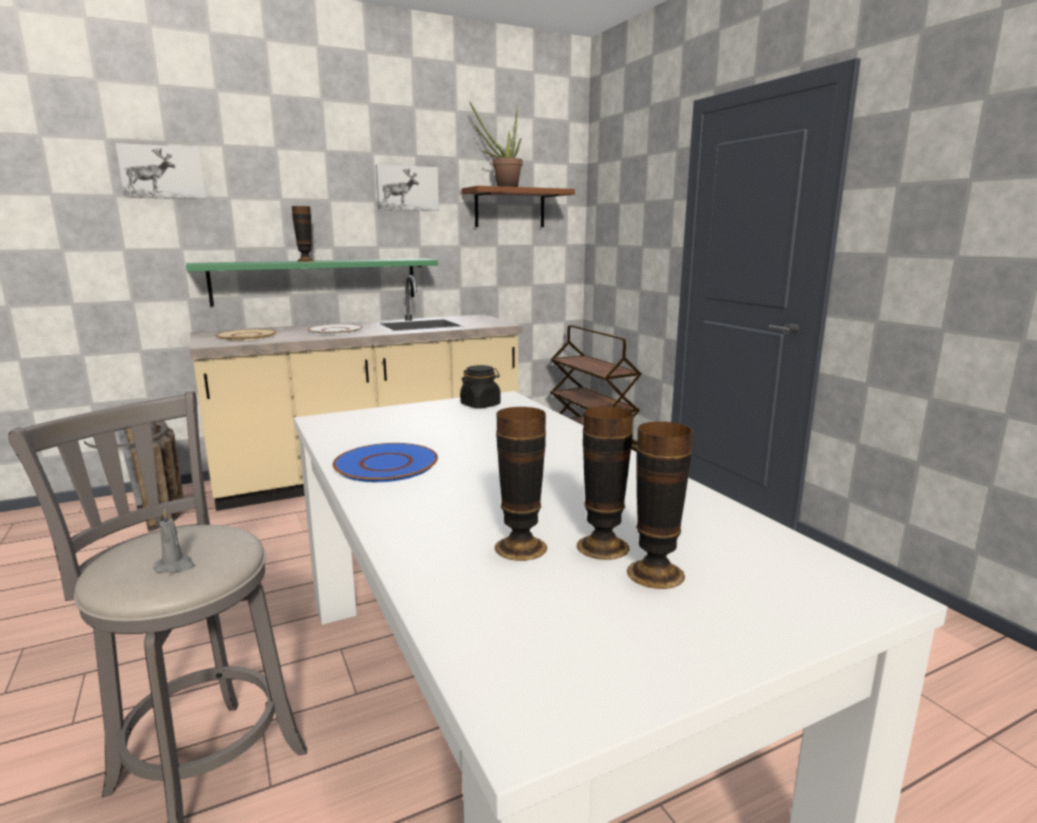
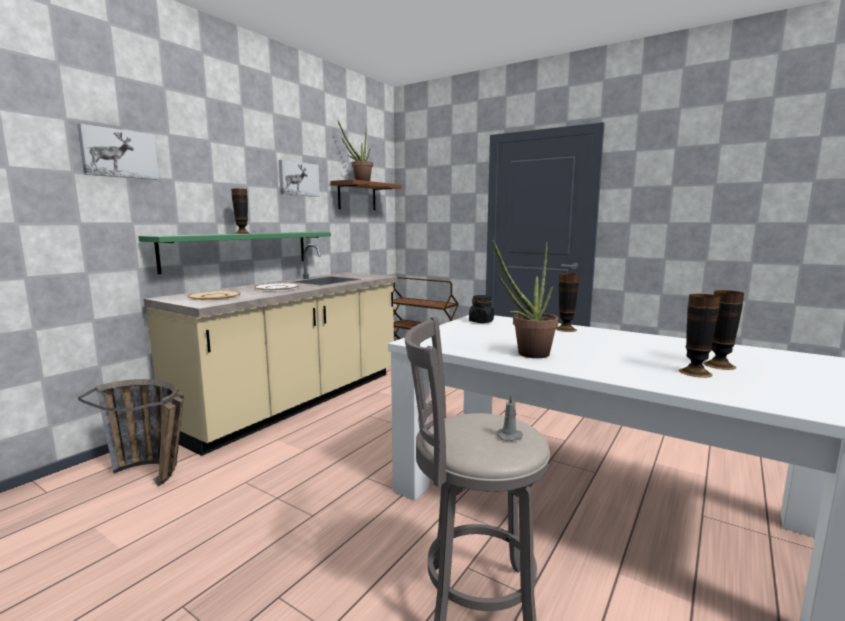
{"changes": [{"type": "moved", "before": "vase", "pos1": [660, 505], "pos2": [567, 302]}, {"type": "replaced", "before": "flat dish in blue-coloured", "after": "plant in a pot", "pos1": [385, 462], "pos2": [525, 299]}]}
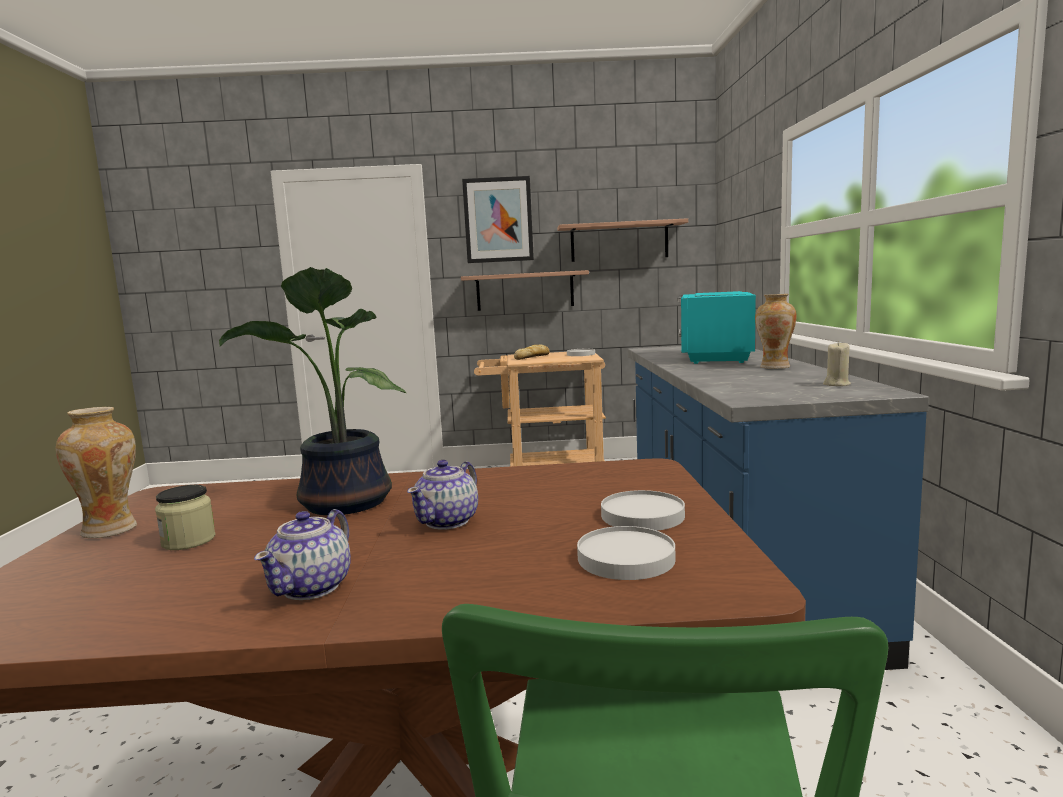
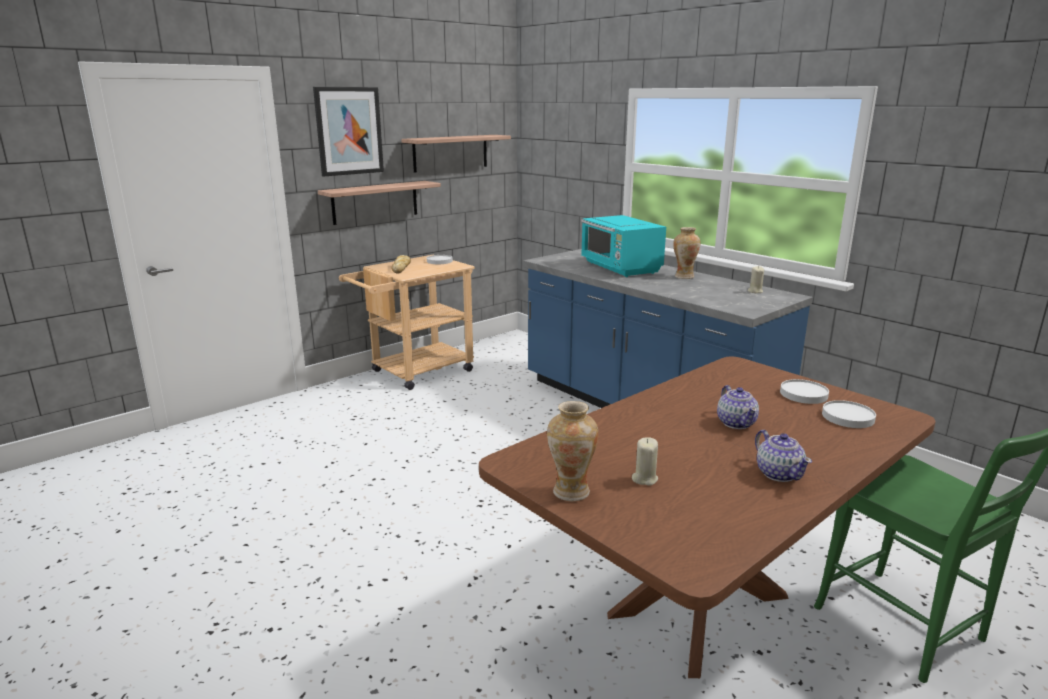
{"changes": [{"type": "removed", "before": "plant in a pot", "pos1": [312, 391]}, {"type": "replaced", "before": "storage jar", "after": "wax light in beige-coloured", "pos1": [185, 517], "pos2": [645, 461]}]}
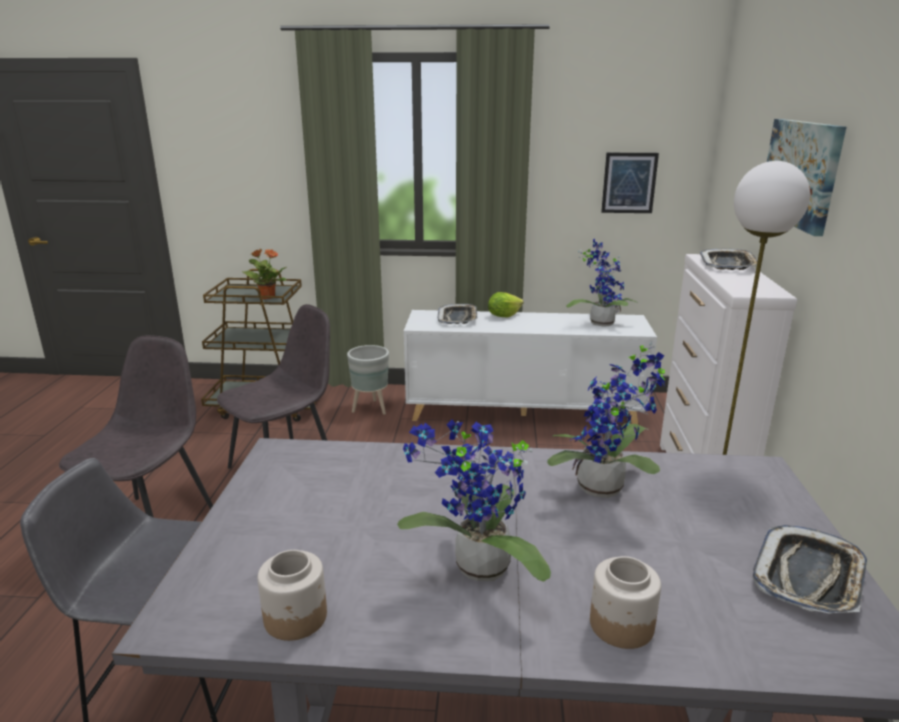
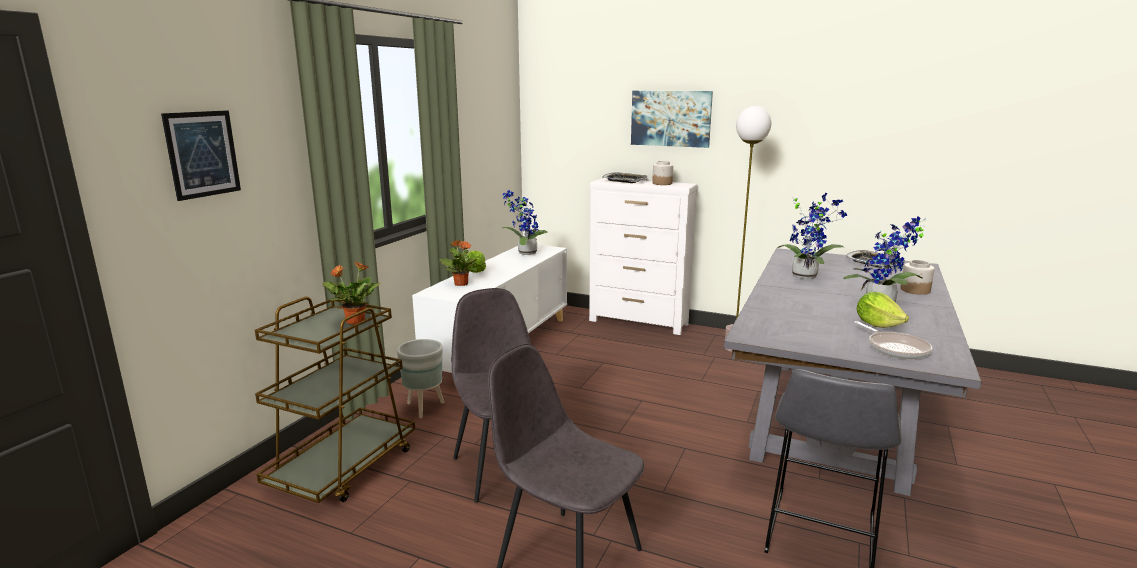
{"changes": [{"type": "added", "after": "skillet", "pos2": [893, 340]}, {"type": "added", "after": "head of lettuce", "pos2": [883, 310]}, {"type": "moved", "before": "storage jar", "pos1": [292, 595], "pos2": [662, 173]}, {"type": "moved", "before": "wall picture", "pos1": [630, 183], "pos2": [201, 155]}, {"type": "replaced", "before": "tray", "after": "plant in a pot", "pos1": [457, 314], "pos2": [458, 263]}]}
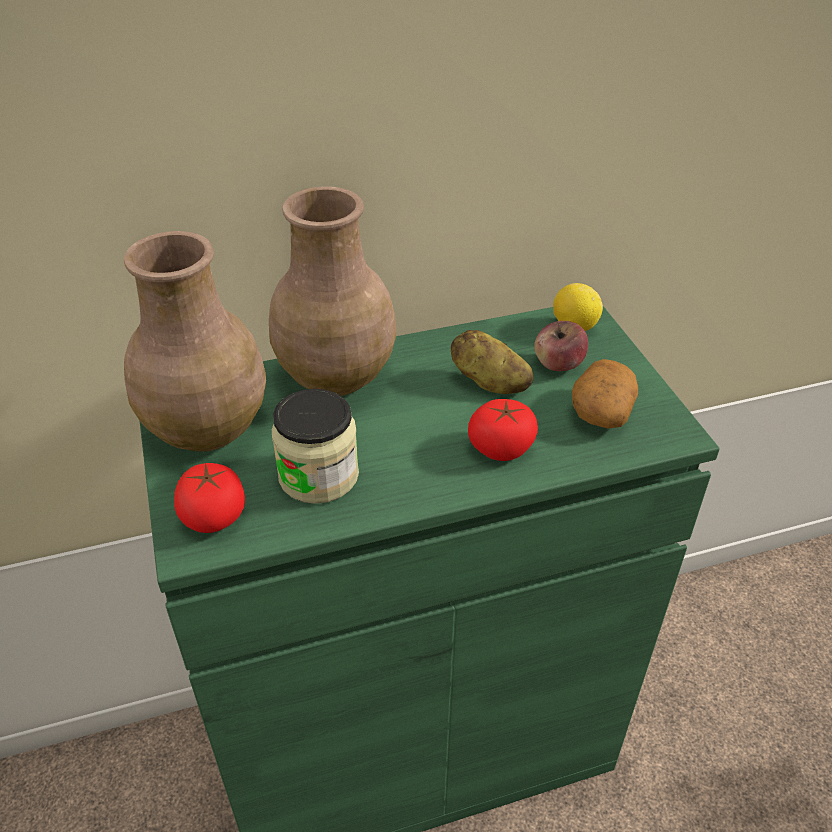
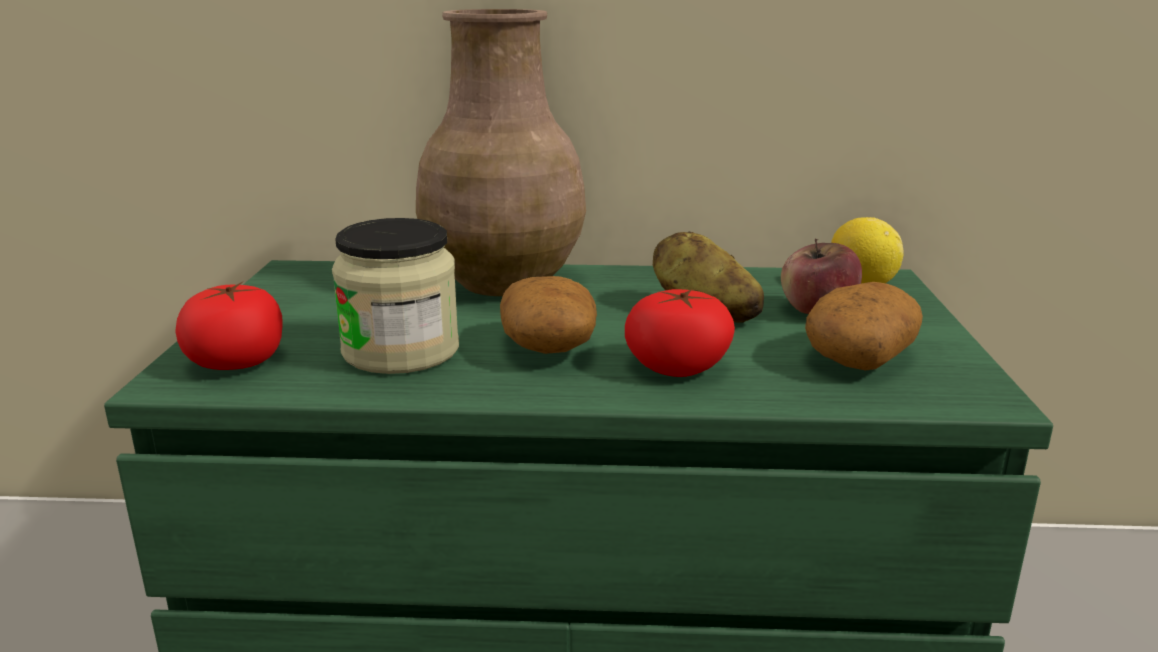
{"changes": [{"type": "removed", "before": "vase in brown-coloured", "pos1": [195, 341]}, {"type": "added", "after": "whole potato", "pos2": [548, 315]}]}
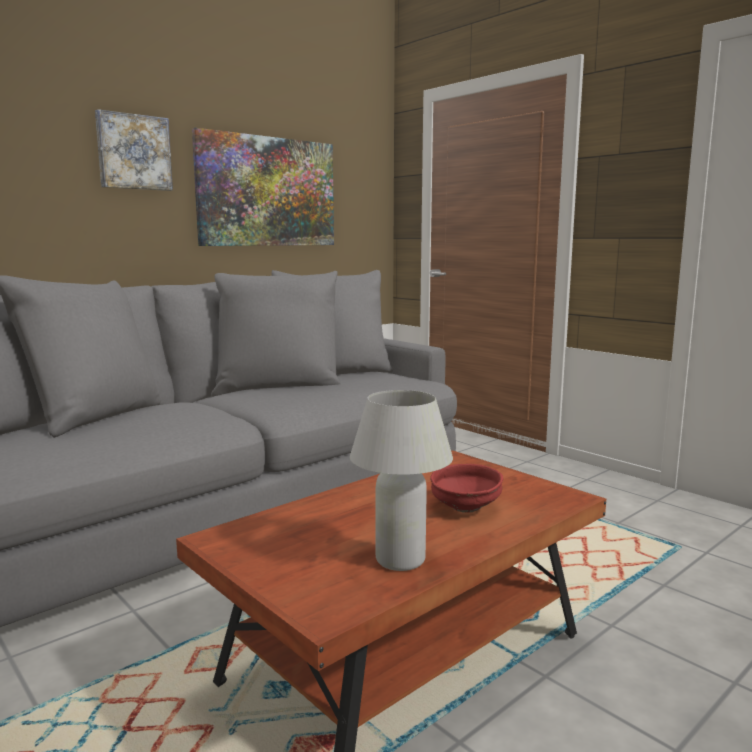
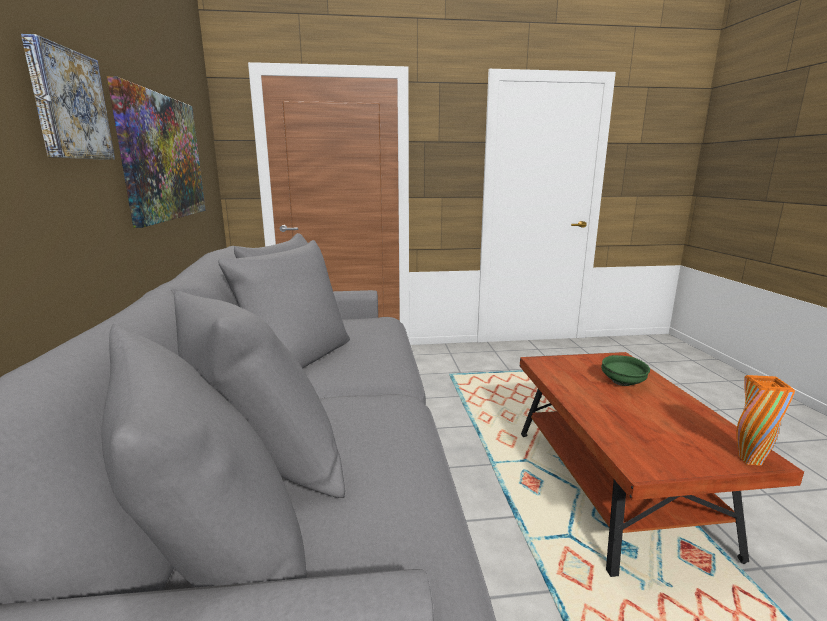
{"changes": [{"type": "removed", "before": "lamp for a table in whitish", "pos1": [401, 480]}, {"type": "added", "after": "vase in orange-coloured", "pos2": [765, 420]}, {"type": "recoloured", "before": "deep dish in red", "after": "deep dish in green", "pos1": [466, 488], "pos2": [625, 370]}]}
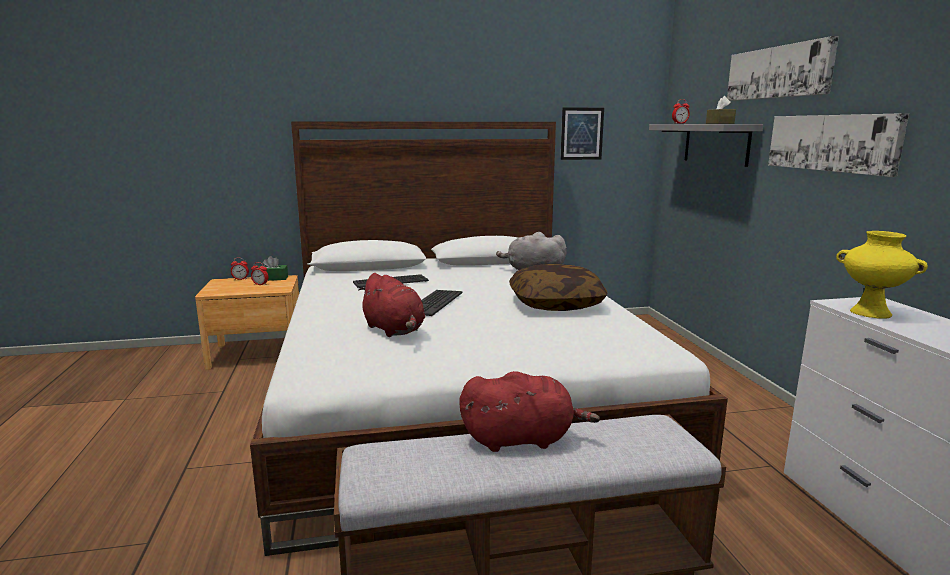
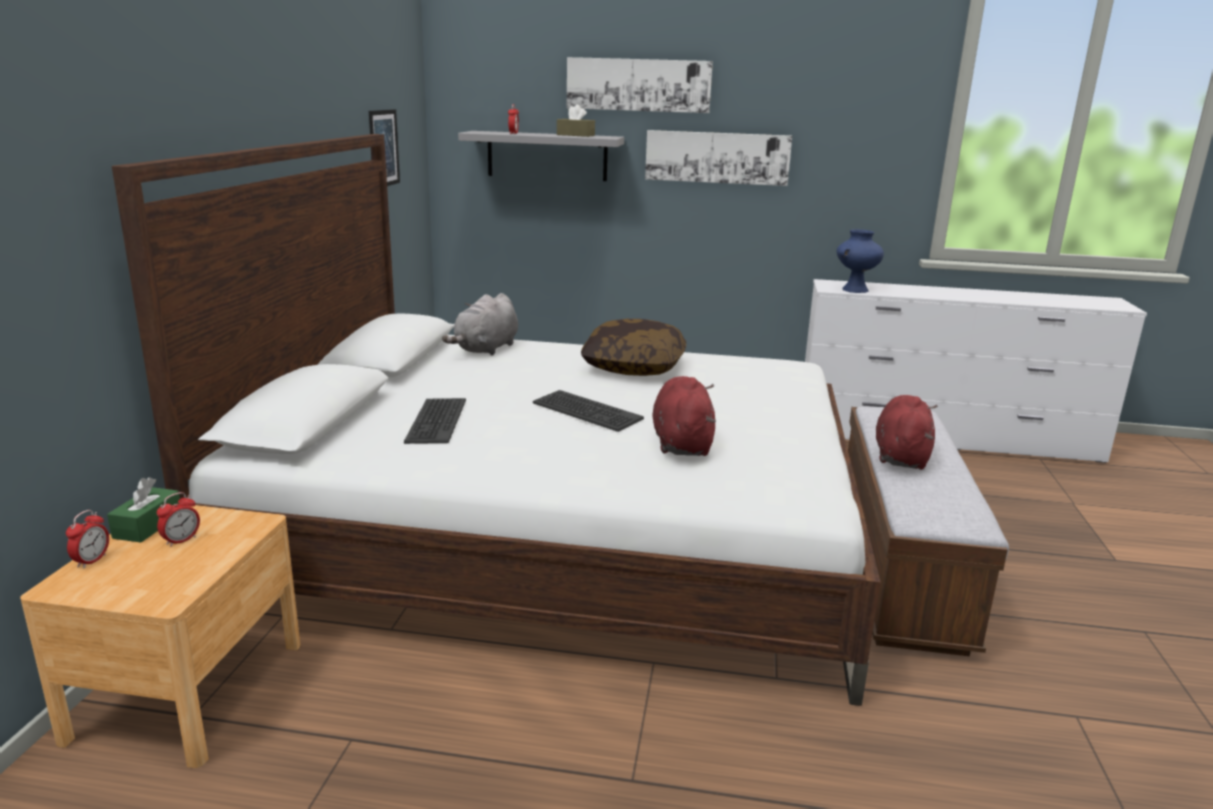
{"changes": [{"type": "recoloured", "before": "vase in yellow", "after": "vase in blue-coloured", "pos1": [882, 275], "pos2": [860, 261]}, {"type": "turned", "before": "plush toy in red", "pos1": [391, 305], "pos2": [684, 416], "turn": -75}]}
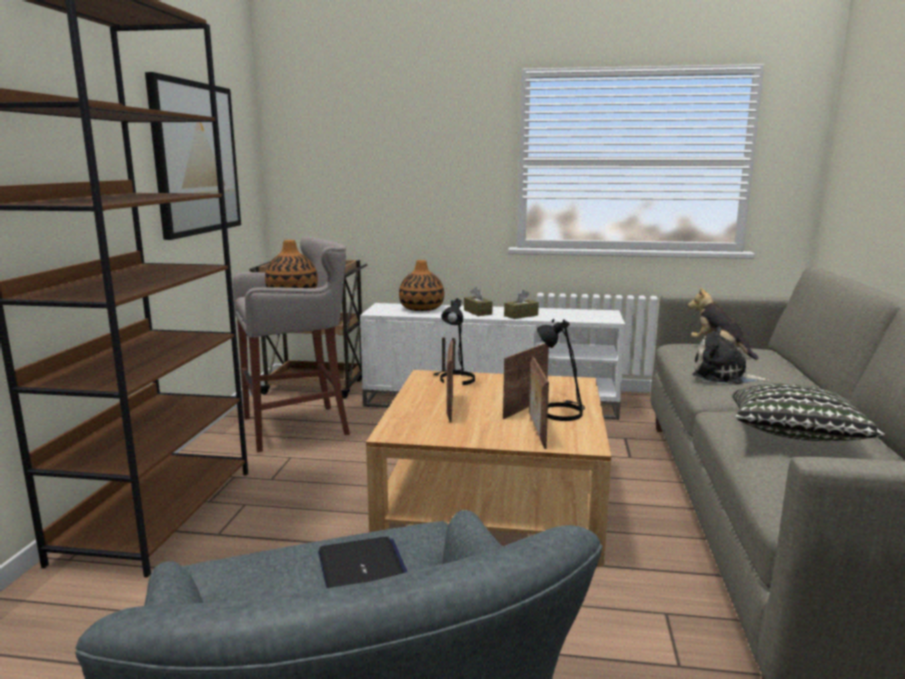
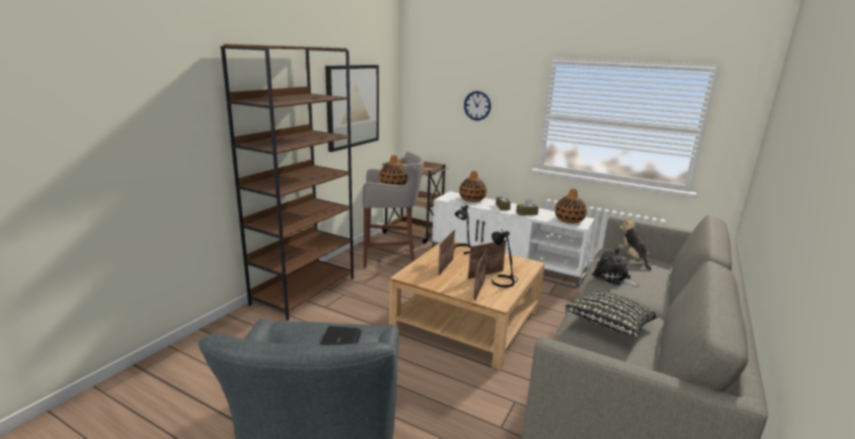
{"changes": [{"type": "added", "after": "wall clock", "pos2": [477, 106]}, {"type": "added", "after": "vase", "pos2": [571, 206]}]}
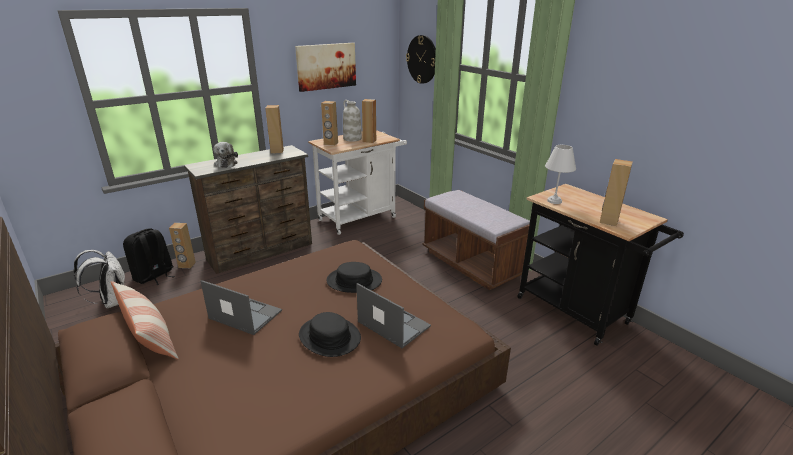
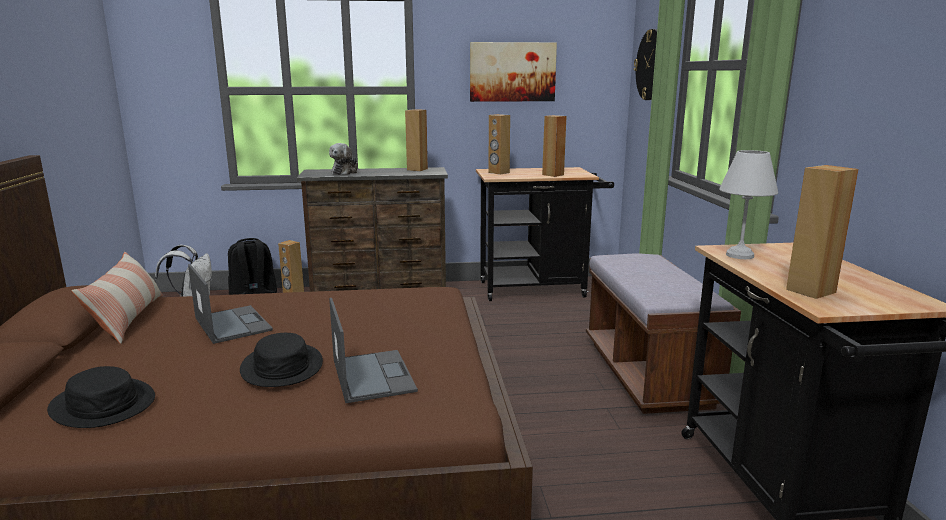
{"changes": [{"type": "removed", "before": "vase in whitish", "pos1": [352, 121]}, {"type": "moved", "before": "wearable hat in black", "pos1": [354, 277], "pos2": [101, 397]}, {"type": "recoloured", "before": "wheeled cart in whitish", "after": "wheeled cart in black", "pos1": [357, 182], "pos2": [545, 234]}]}
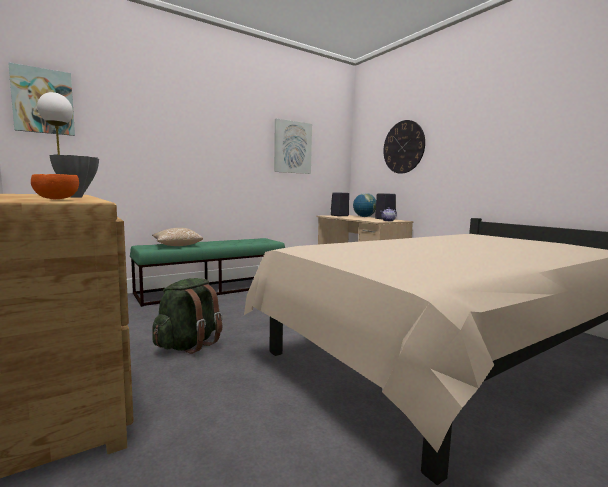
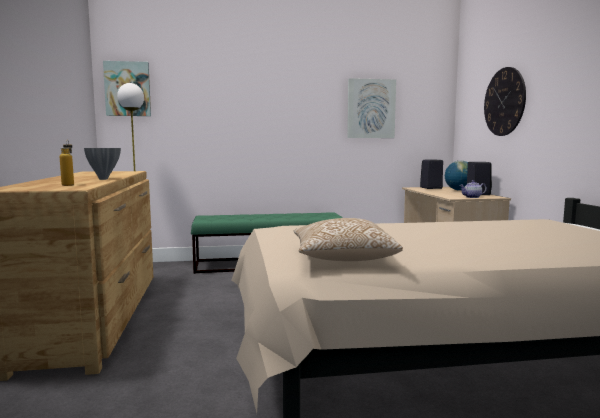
{"changes": [{"type": "removed", "before": "rucksack in green", "pos1": [187, 316]}, {"type": "moved", "before": "throw pillow", "pos1": [177, 237], "pos2": [348, 239]}, {"type": "replaced", "before": "deep dish in orange-coloured", "after": "drink bottle", "pos1": [55, 186], "pos2": [67, 163]}]}
